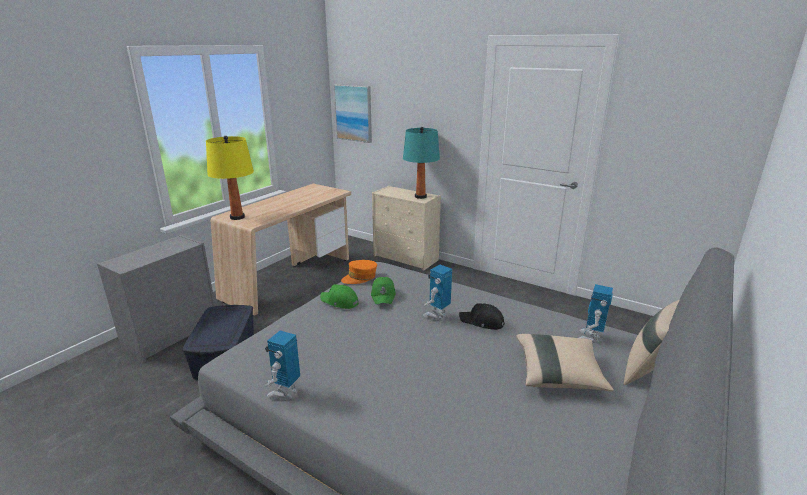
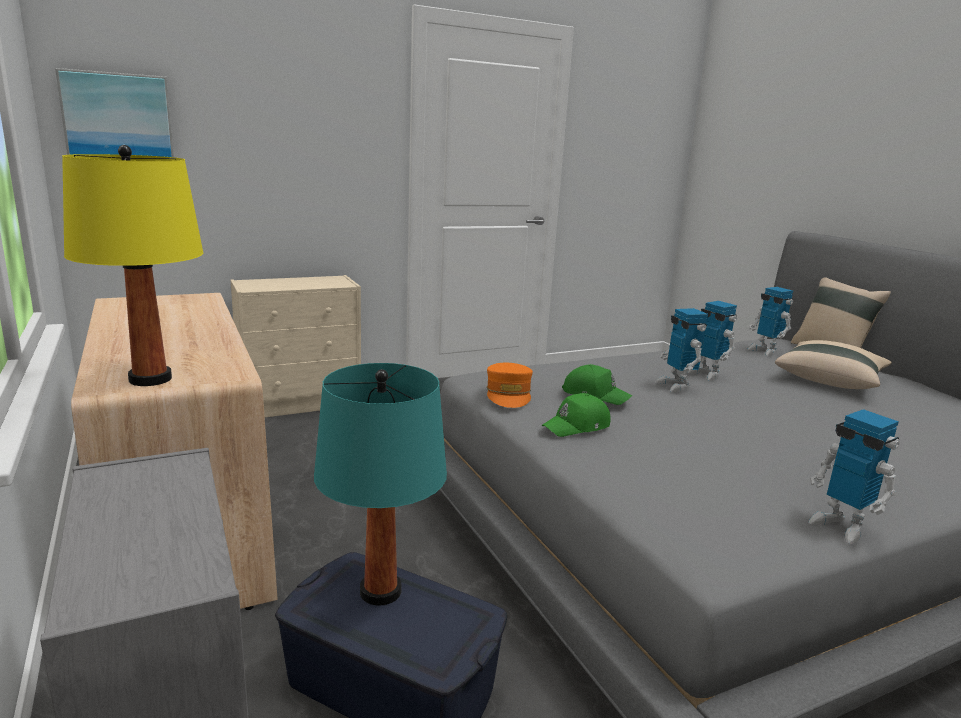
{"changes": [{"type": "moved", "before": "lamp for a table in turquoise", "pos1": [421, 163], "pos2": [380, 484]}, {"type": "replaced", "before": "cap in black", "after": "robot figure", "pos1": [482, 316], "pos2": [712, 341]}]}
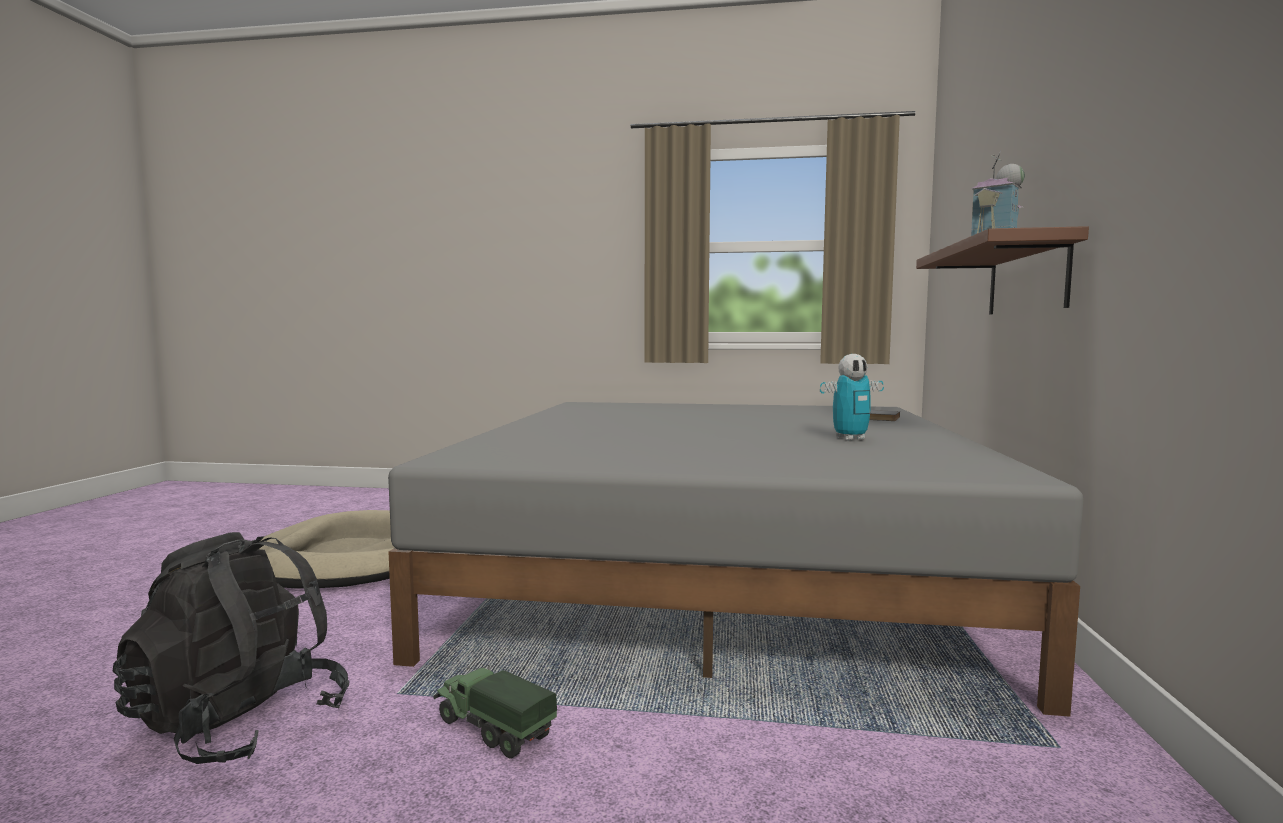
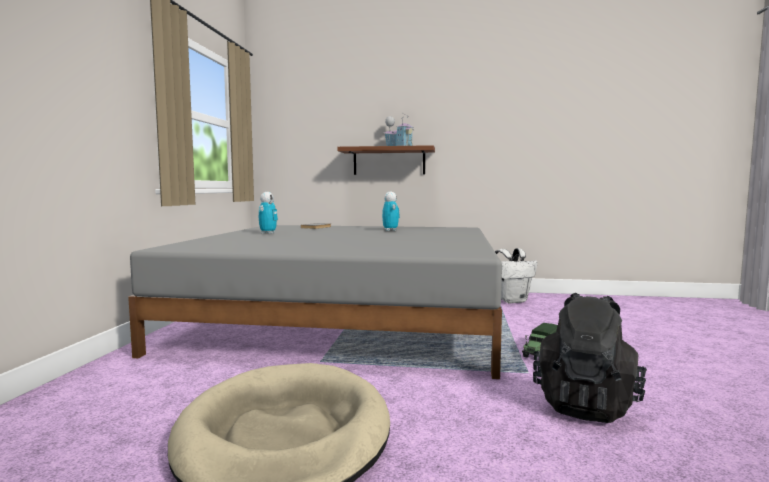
{"changes": [{"type": "added", "after": "robot figure", "pos2": [268, 213]}, {"type": "added", "after": "rucksack in whitish", "pos2": [516, 275]}]}
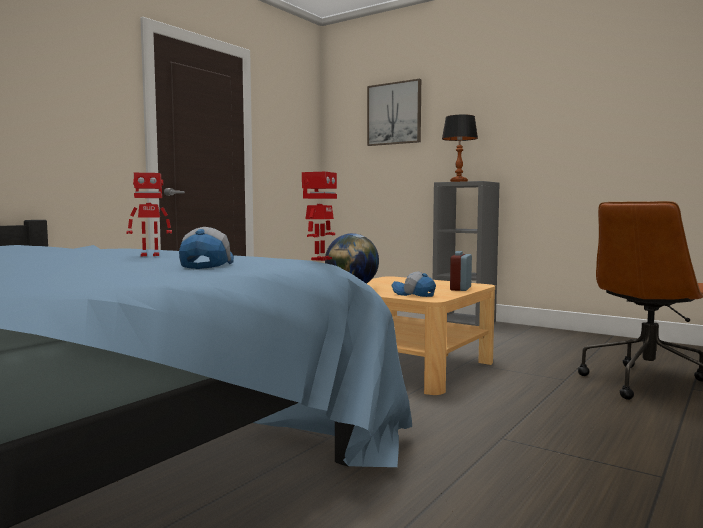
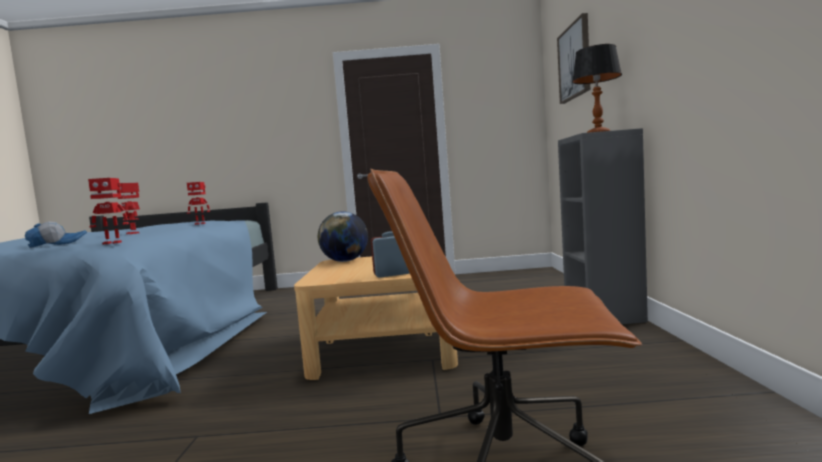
{"changes": [{"type": "removed", "before": "cap", "pos1": [413, 284]}, {"type": "added", "after": "robot figure", "pos2": [198, 203]}]}
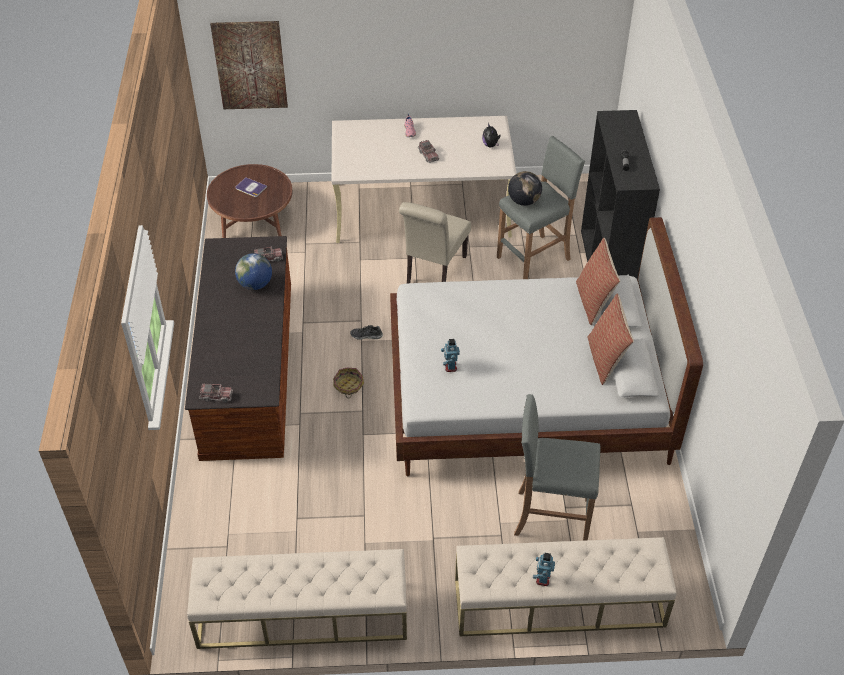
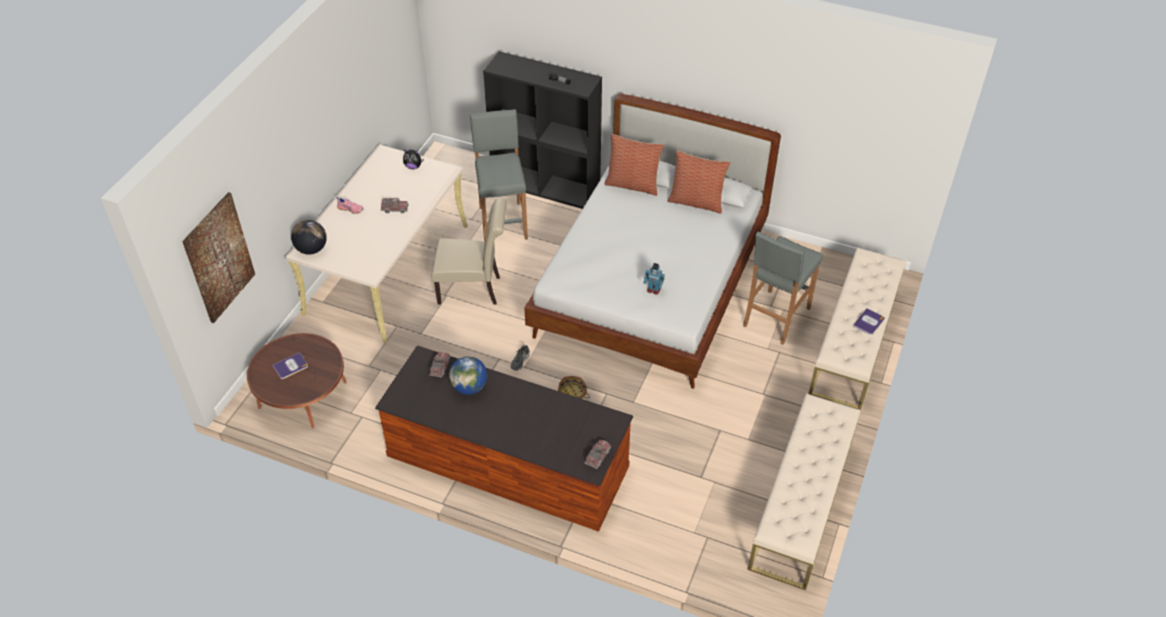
{"changes": [{"type": "moved", "before": "world globe", "pos1": [525, 188], "pos2": [309, 237]}, {"type": "replaced", "before": "robot figure", "after": "bound book", "pos1": [544, 569], "pos2": [869, 321]}, {"type": "turned", "before": "plain chair in beige-coloured", "pos1": [435, 242], "pos2": [469, 251], "turn": -45}]}
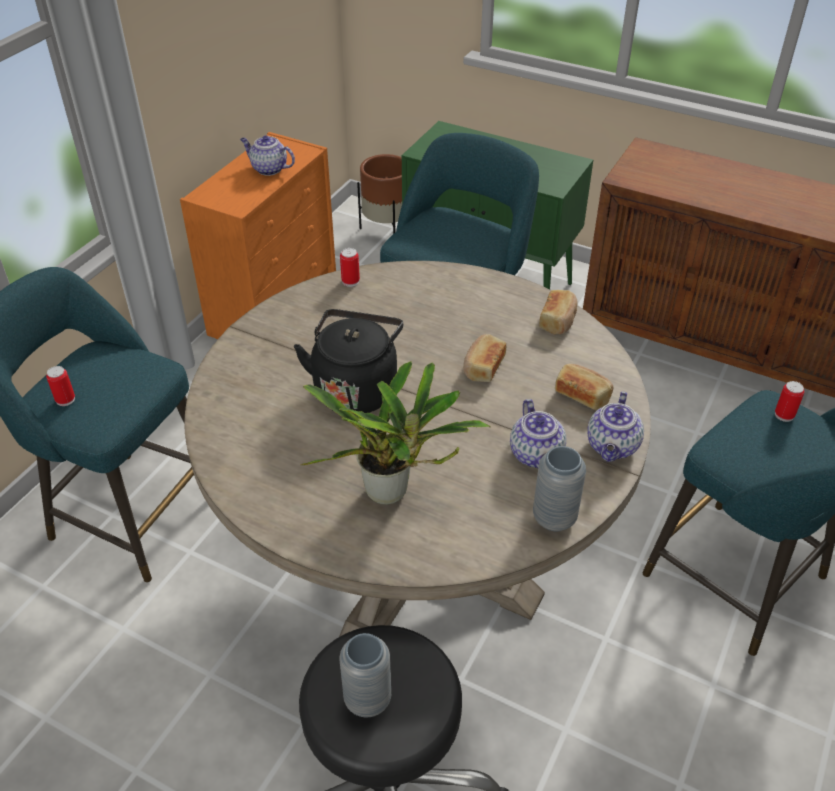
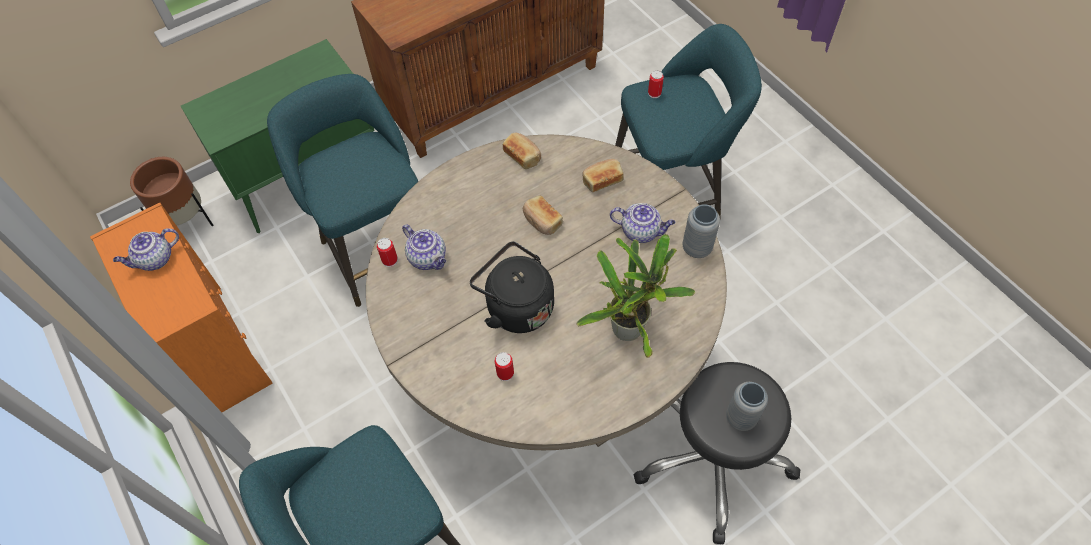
{"changes": [{"type": "moved", "before": "can", "pos1": [60, 386], "pos2": [504, 366]}, {"type": "moved", "before": "teapot", "pos1": [615, 427], "pos2": [424, 247]}]}
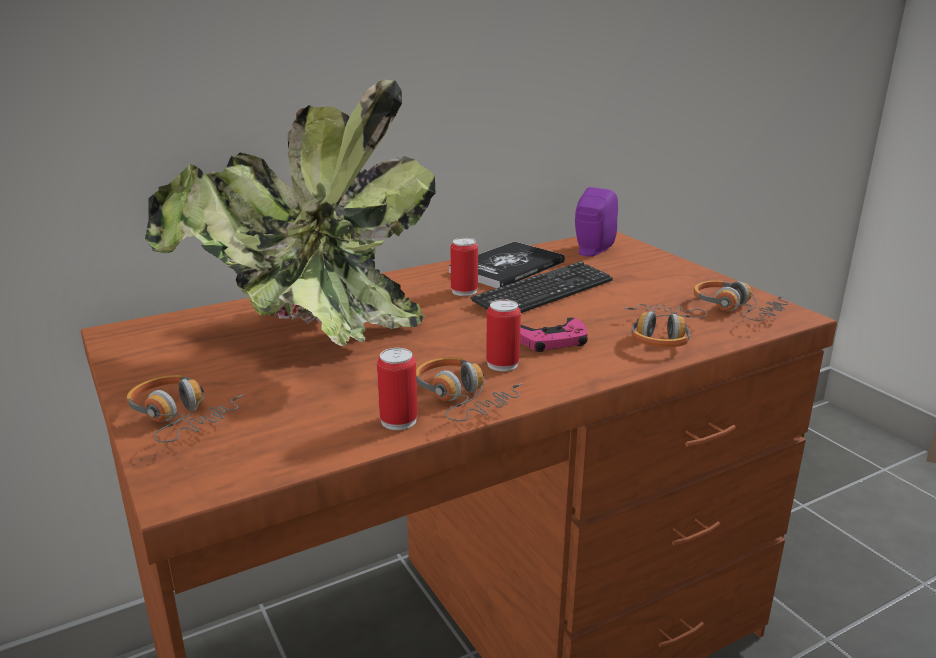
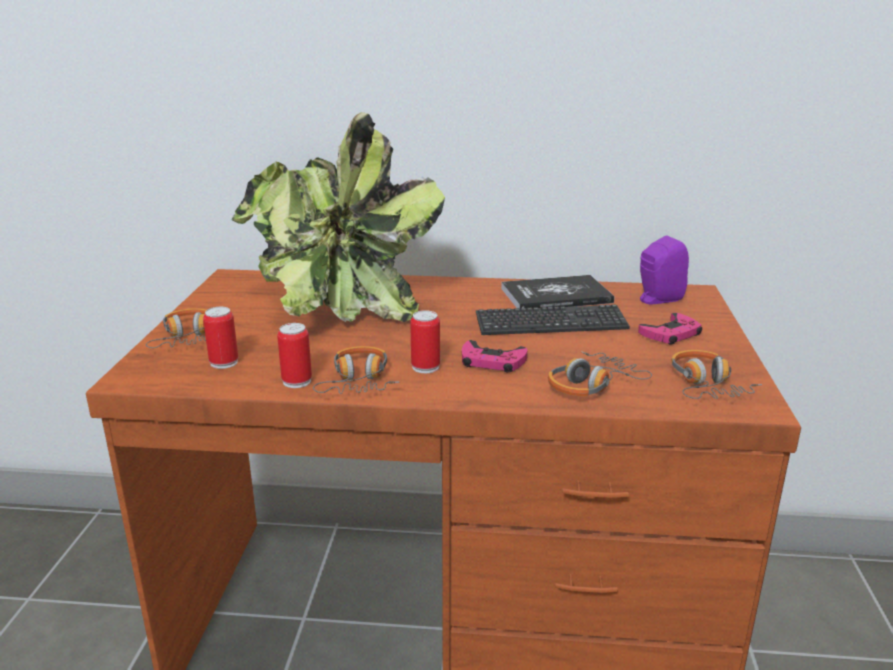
{"changes": [{"type": "added", "after": "game controller in pinkish", "pos2": [670, 329]}, {"type": "moved", "before": "can", "pos1": [464, 267], "pos2": [220, 338]}]}
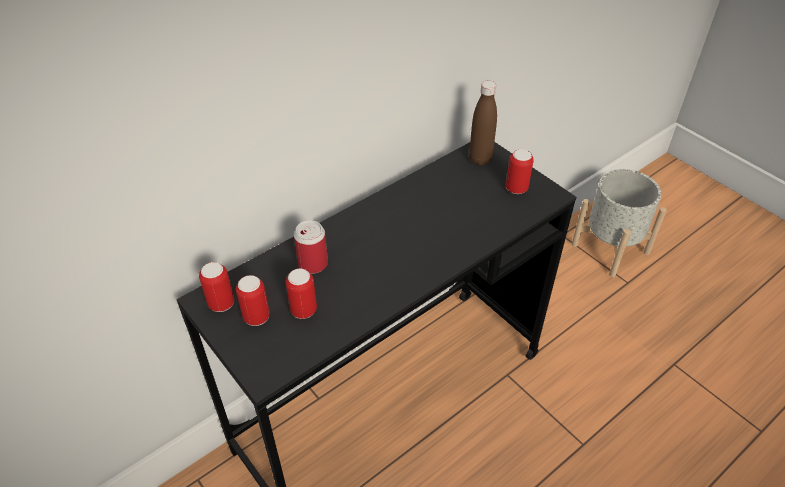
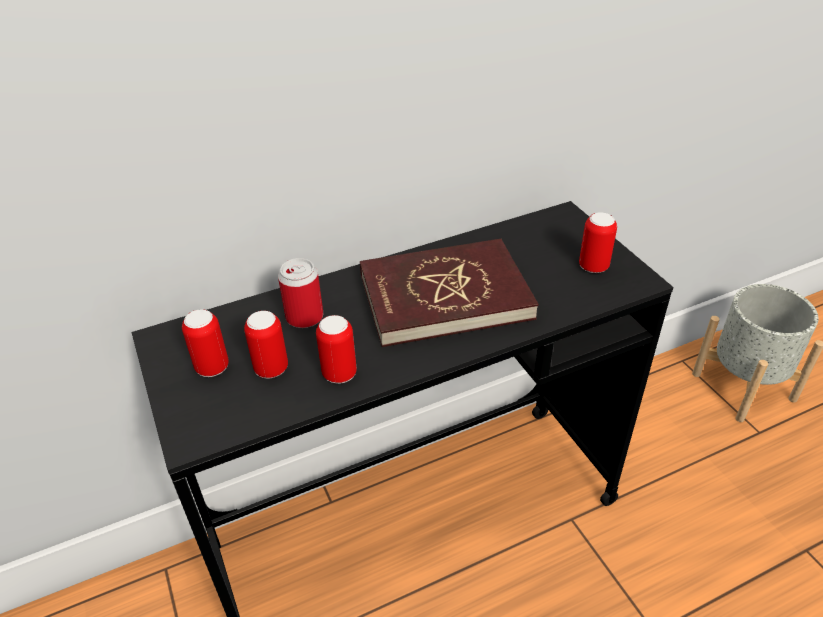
{"changes": [{"type": "removed", "before": "drink bottle in brown-coloured", "pos1": [483, 123]}, {"type": "added", "after": "bound book in red", "pos2": [449, 293]}, {"type": "moved", "before": "can", "pos1": [216, 287], "pos2": [336, 349]}]}
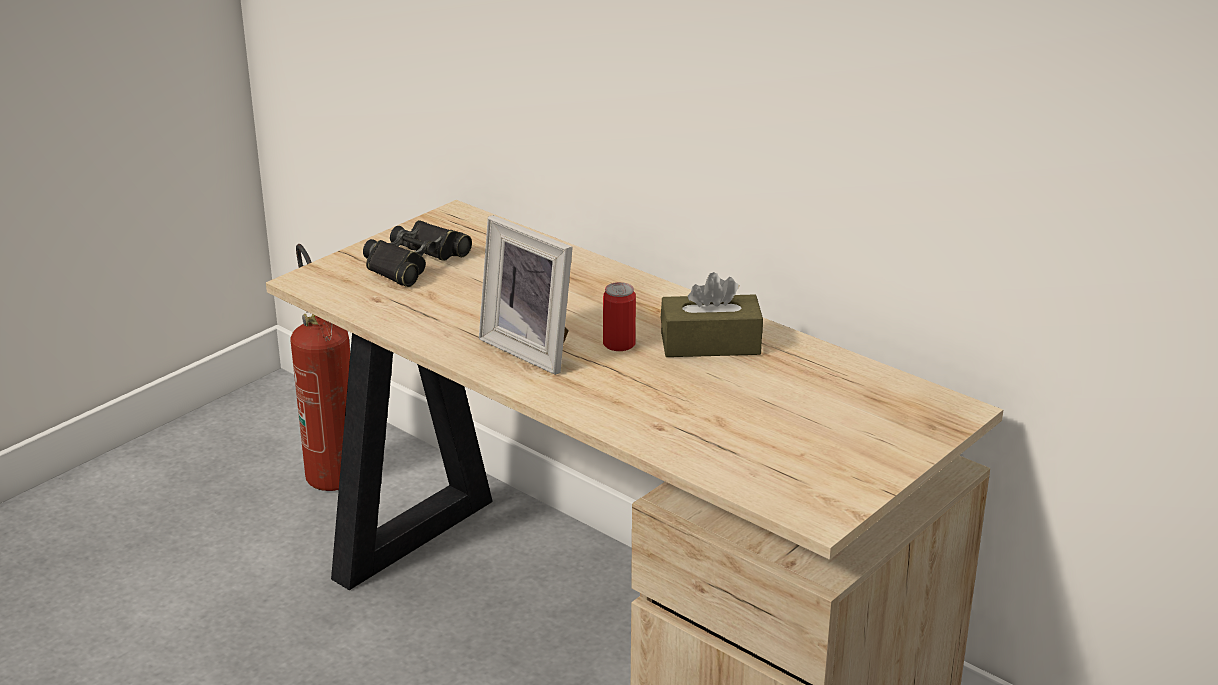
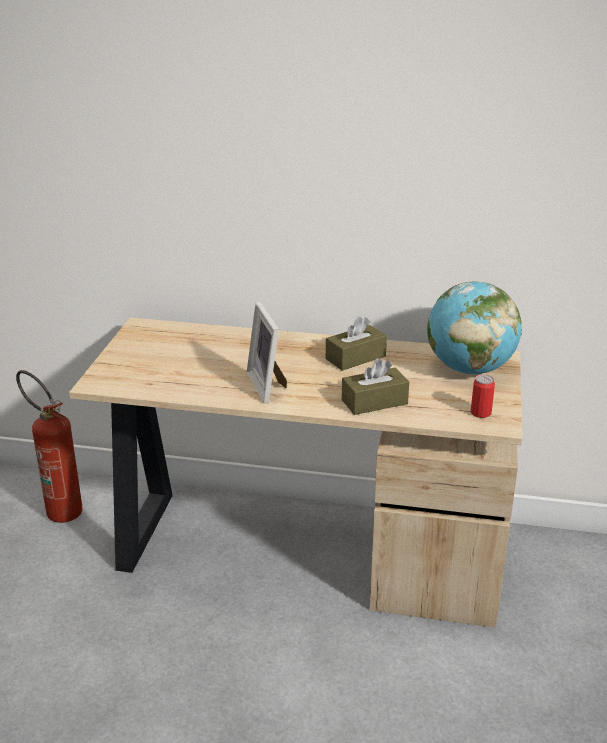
{"changes": [{"type": "removed", "before": "pair of binoculars in black", "pos1": [417, 253]}, {"type": "added", "after": "box of tissues in brown-coloured", "pos2": [375, 386]}, {"type": "added", "after": "world globe", "pos2": [474, 328]}, {"type": "moved", "before": "can", "pos1": [619, 316], "pos2": [483, 396]}, {"type": "turned", "before": "standing frame", "pos1": [526, 295], "pos2": [267, 352], "turn": 60}]}
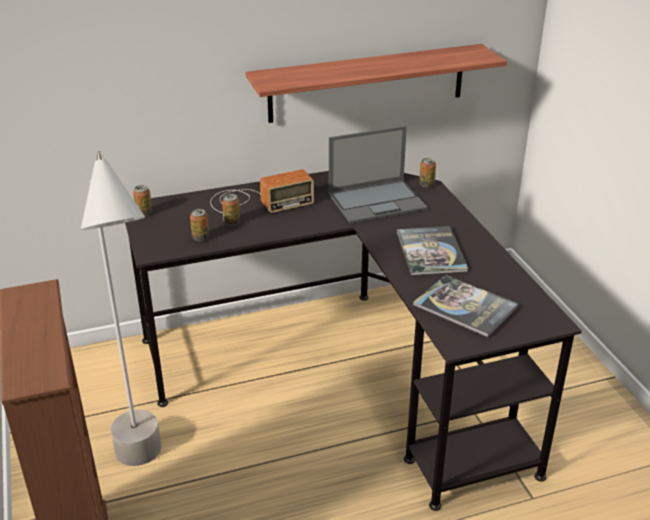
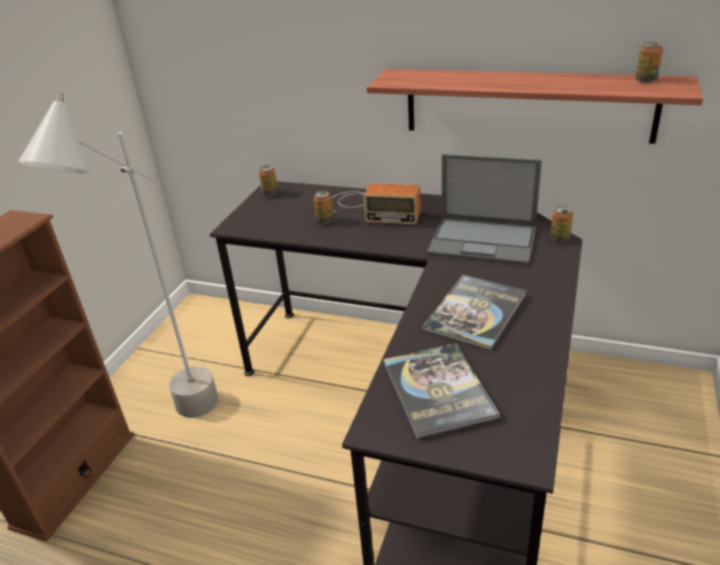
{"changes": [{"type": "moved", "before": "can", "pos1": [199, 225], "pos2": [649, 62]}]}
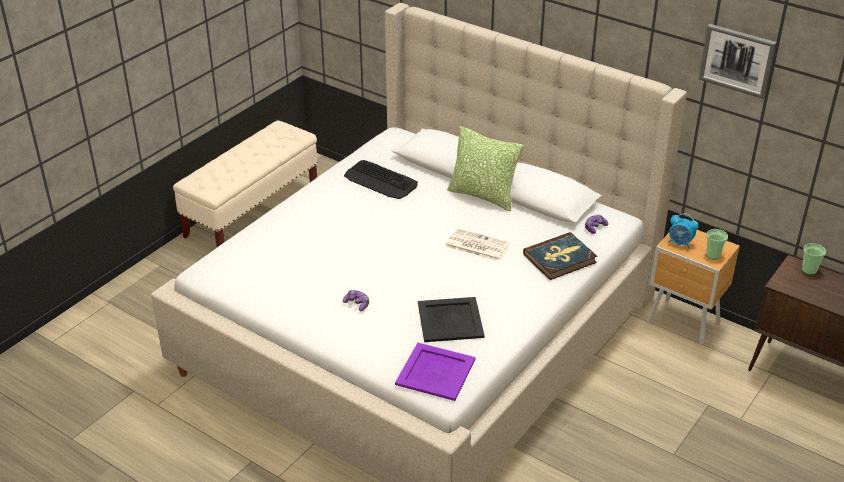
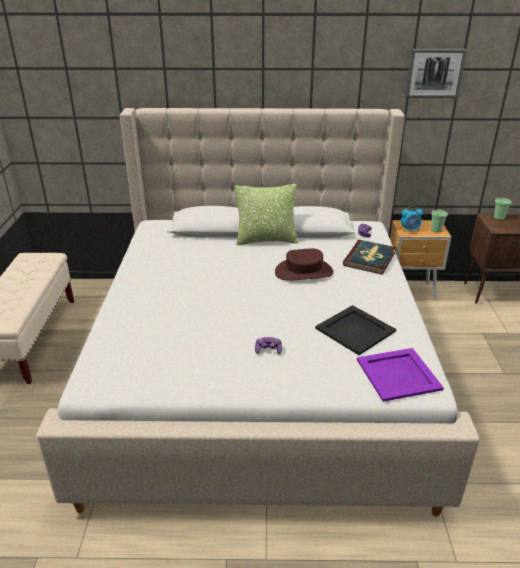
{"changes": [{"type": "removed", "before": "PC keyboard", "pos1": [381, 179]}, {"type": "replaced", "before": "newspaper", "after": "wearable hat in brown-coloured", "pos1": [477, 244], "pos2": [304, 264]}]}
